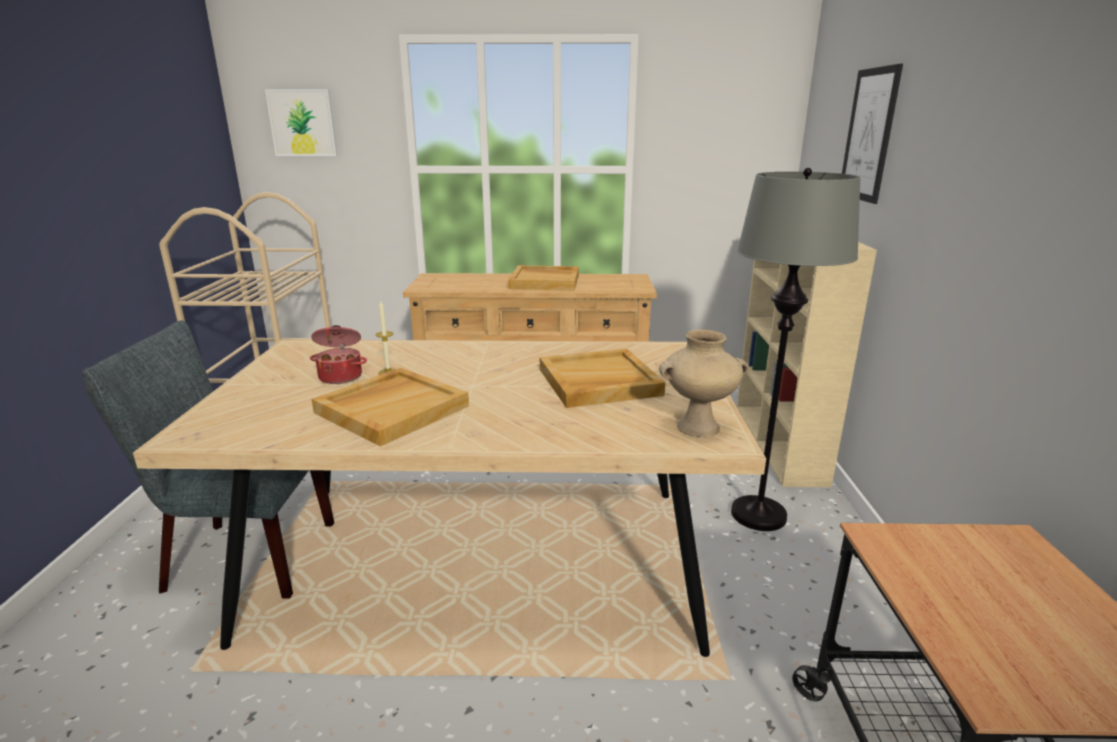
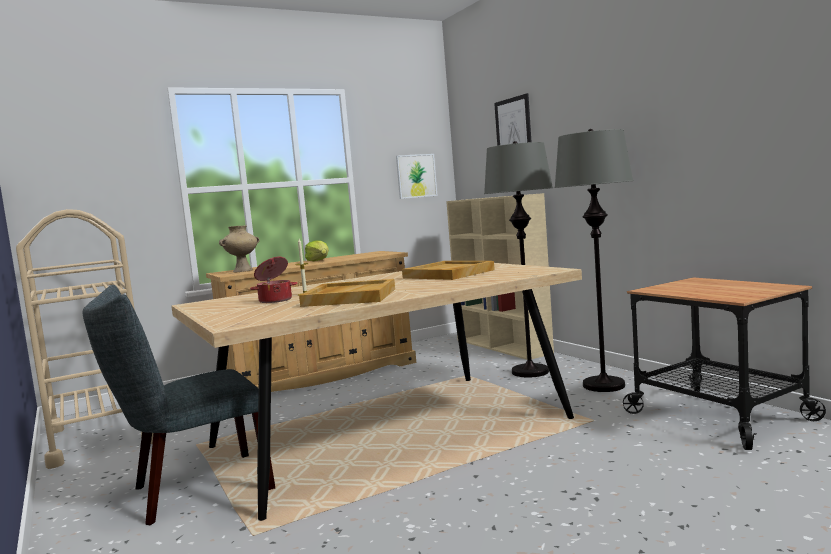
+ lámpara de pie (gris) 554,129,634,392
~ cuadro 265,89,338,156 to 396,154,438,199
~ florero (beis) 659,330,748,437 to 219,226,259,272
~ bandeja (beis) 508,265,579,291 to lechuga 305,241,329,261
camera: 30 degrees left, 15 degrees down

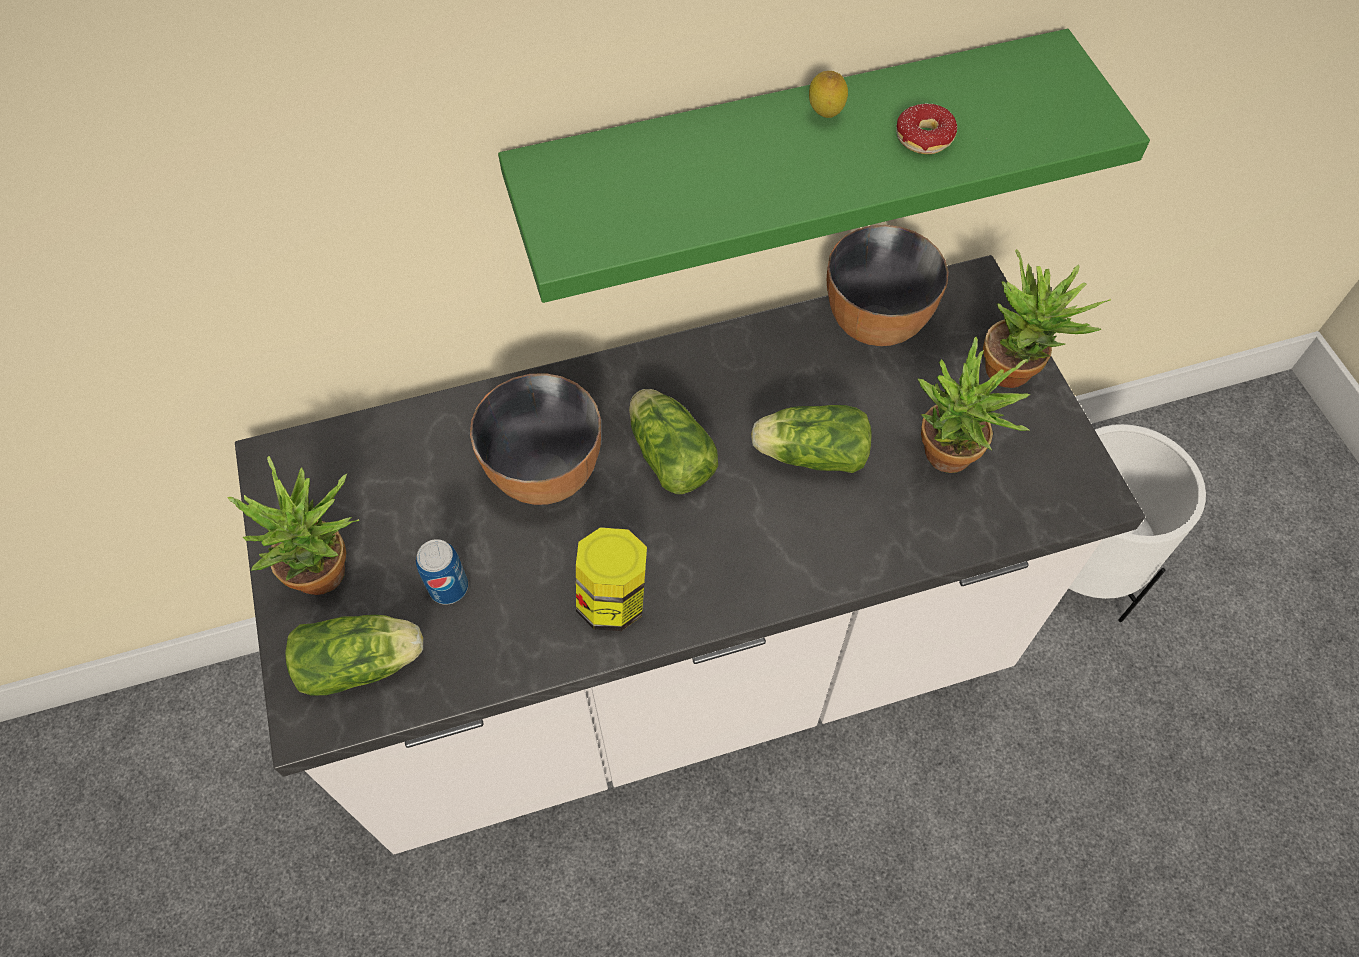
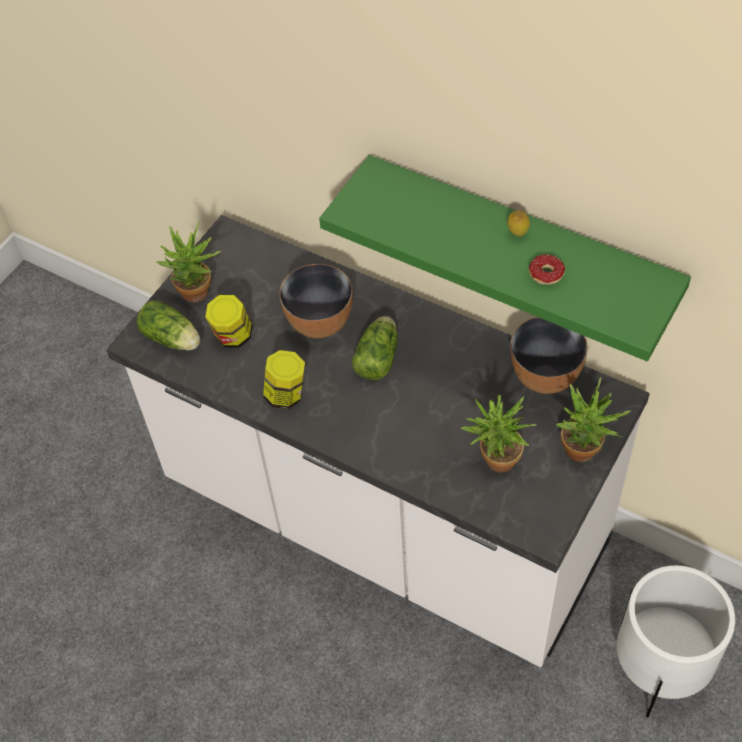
- lechuga 751,405,871,473
~ lata 416,539,468,604 to tarro 205,295,253,348
camera: 50 degrees right, 5 degrees down

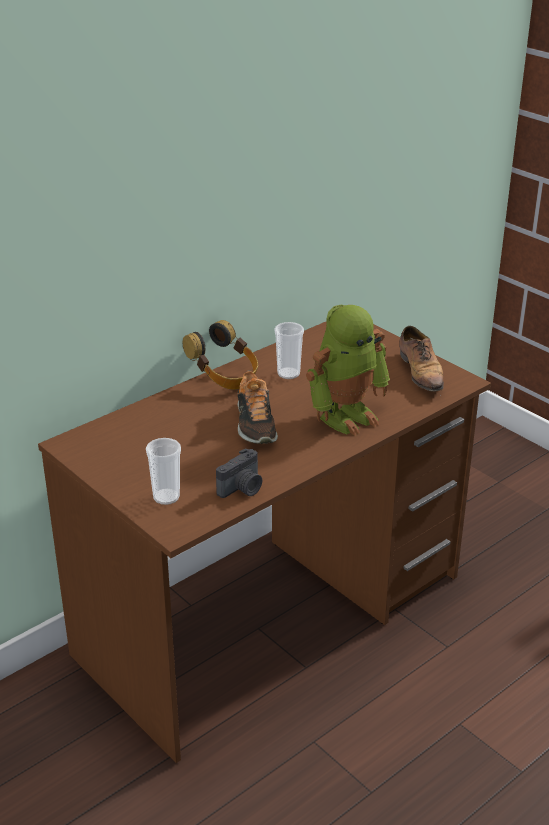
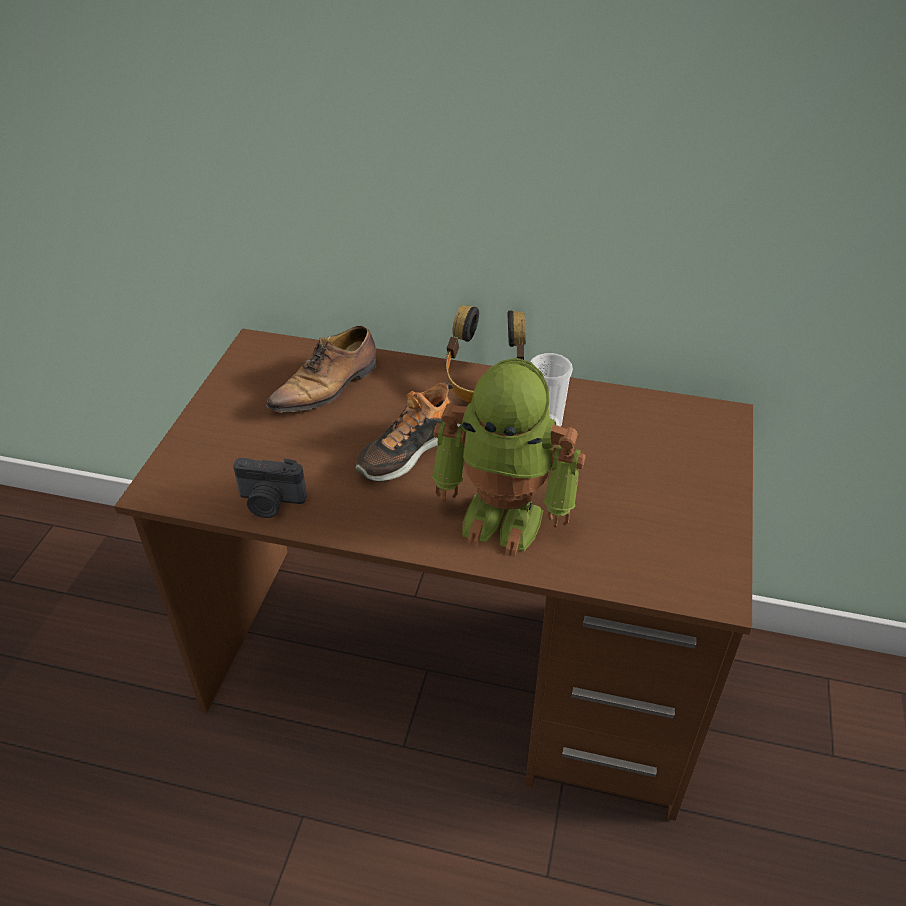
- taza 146,438,181,505
~ zapato 399,326,444,391 to 266,326,377,420
camera: 55 degrees right, 10 degrees up

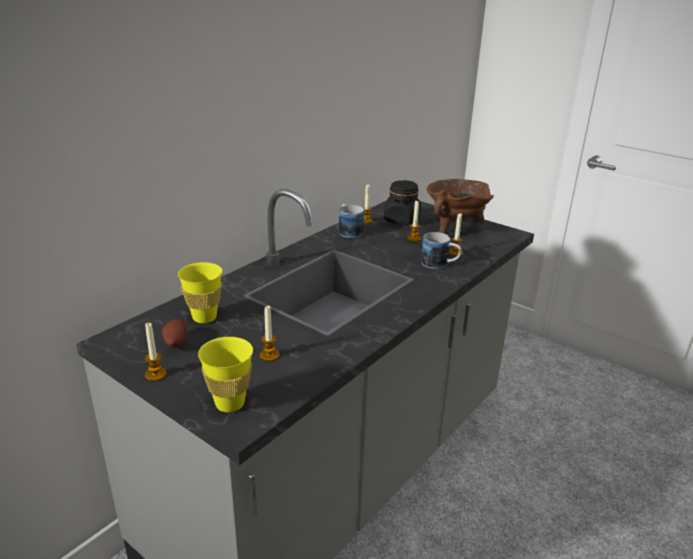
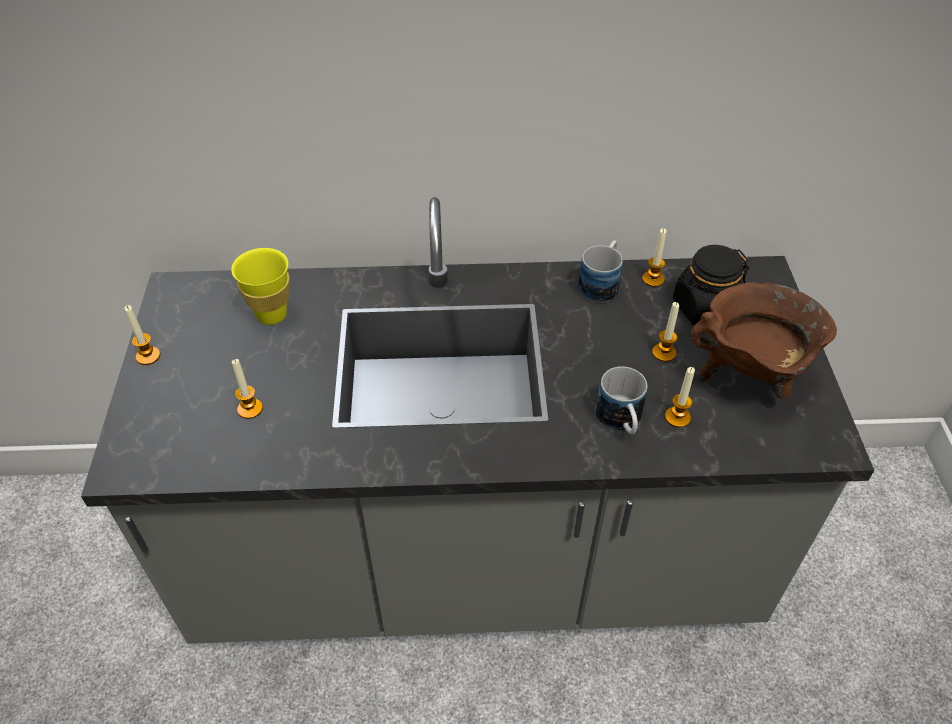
- patata 162,319,187,348
- taza (amarillo) 198,337,253,412
camera: 50 degrees right, 20 degrees up

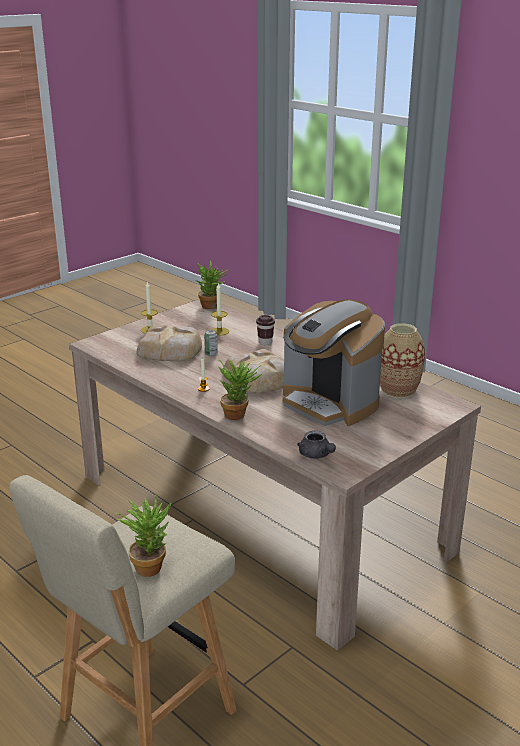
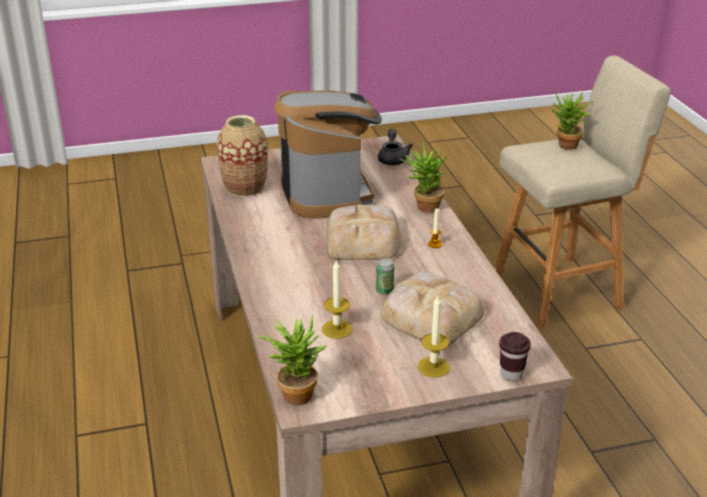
~ taza (marrón) 256,315,275,345 to 499,332,531,381
camera: 150 degrees left, 5 degrees up

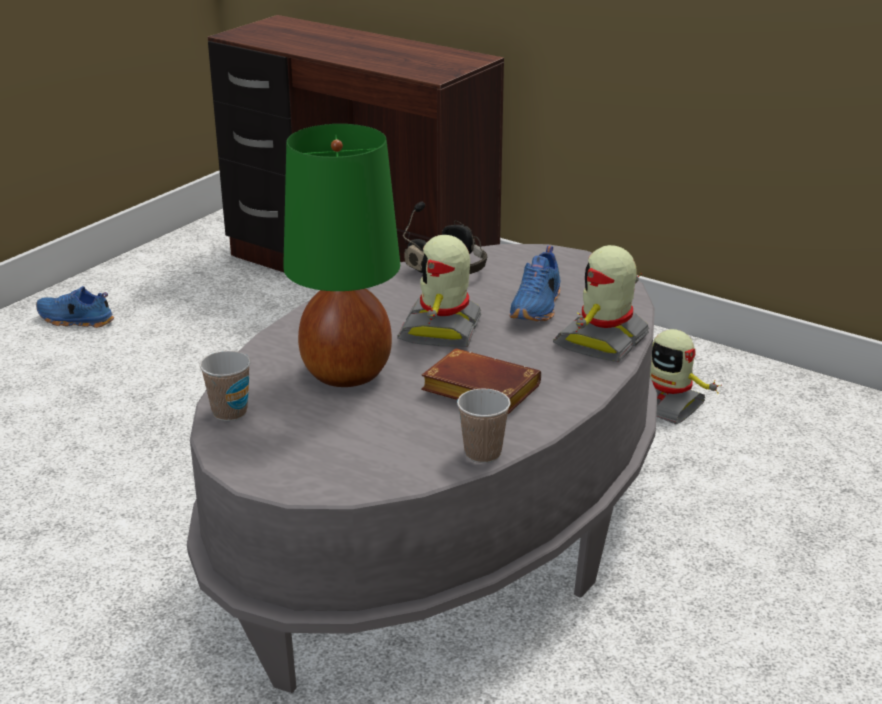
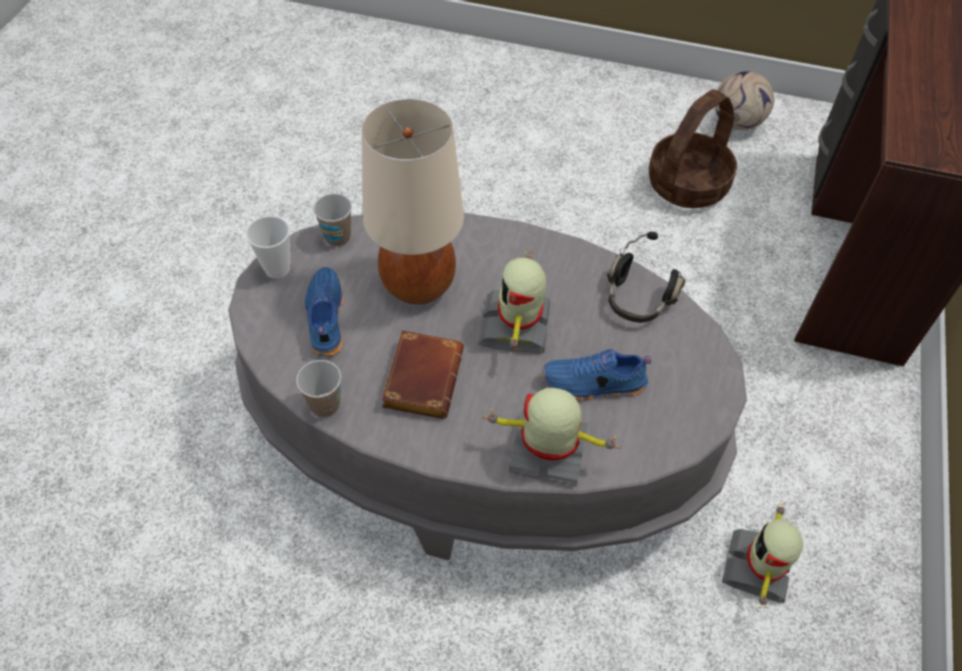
+ taza 246,216,290,279
+ cesta 649,89,737,208
+ balón de fútbol 715,71,774,130
~ zapato (azul) 36,286,114,328 to 305,267,344,357
~ lámpara de mesa (verde) 283,124,400,387 to lámpara de mesa (beis) 362,99,464,304
~ robot de juguete 397,235,481,347 = 478,252,550,353 75 degrees counterclockwise
camera: 70 degrees right, 25 degrees up

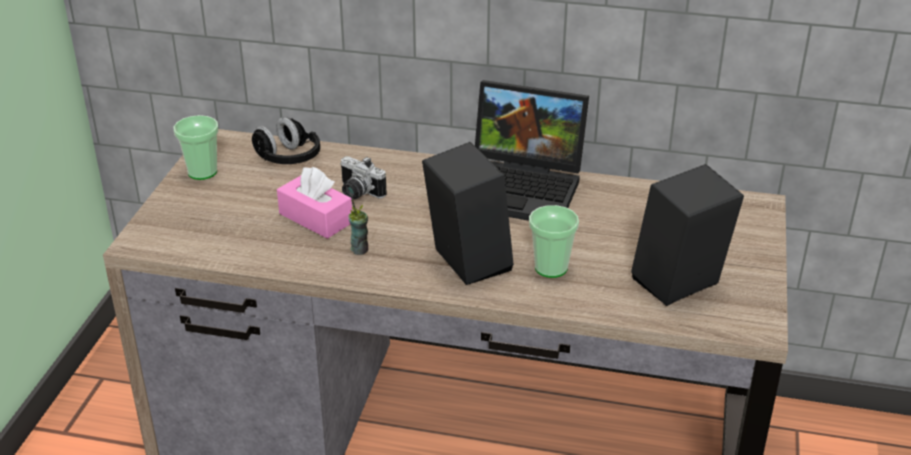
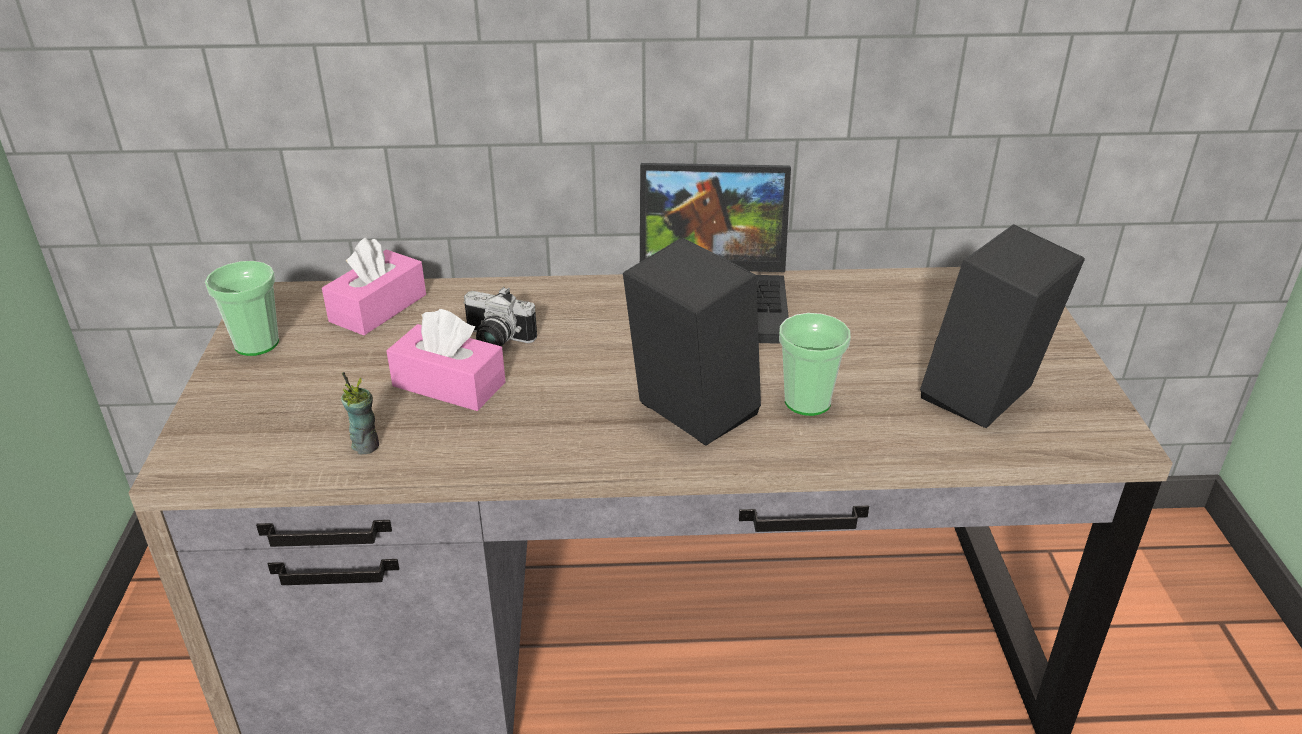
~ taza 348,199,368,255 to 341,372,379,454
~ auriculares (negro) 252,117,320,164 to caja de pañuelos (rosa) 322,237,426,335
camera: 15 degrees left, 0 degrees up

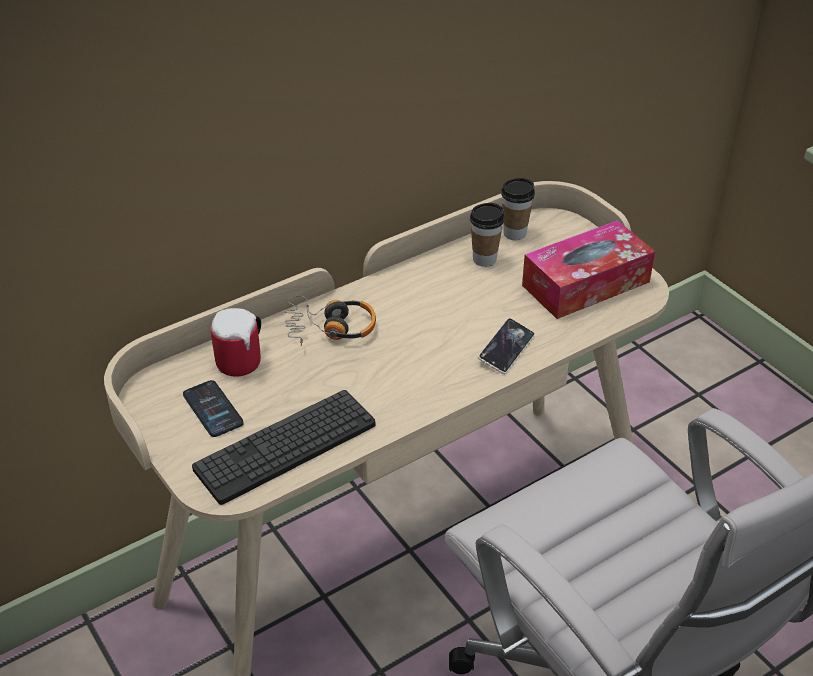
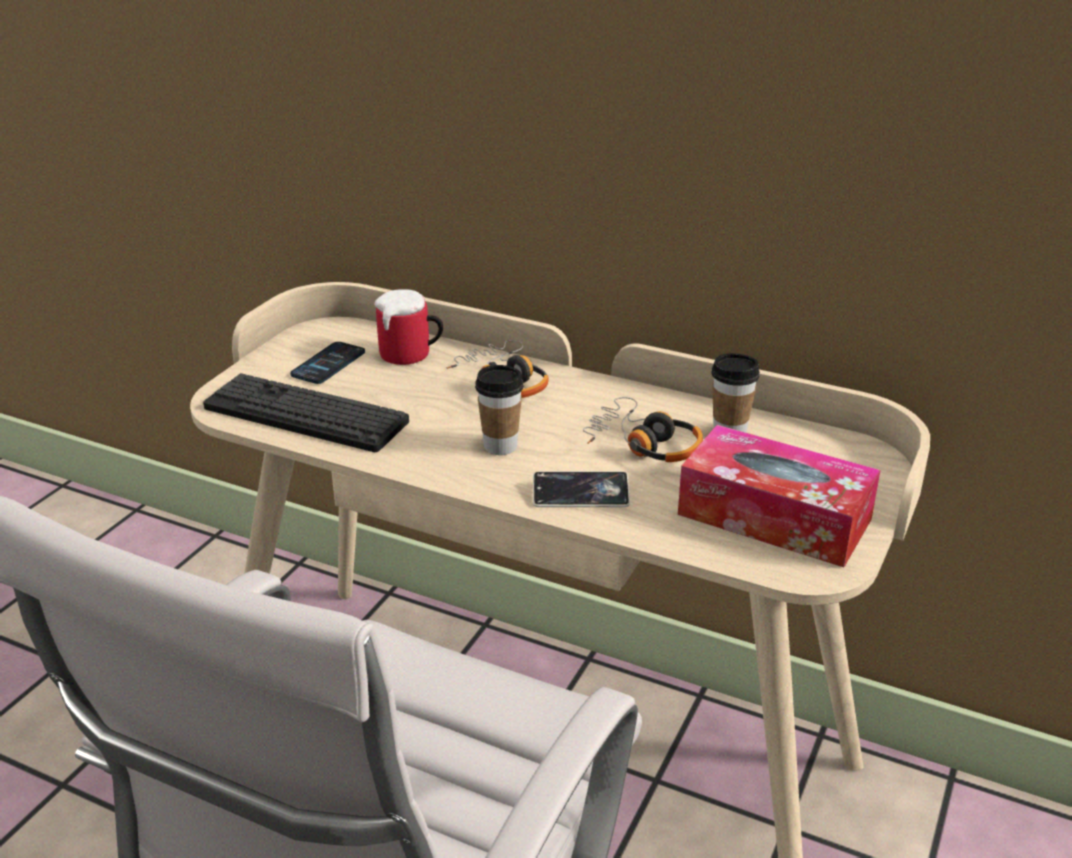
+ auriculares 583,397,703,462
~ taza 501,178,535,240 to 475,365,524,455
camera: 60 degrees right, 10 degrees down

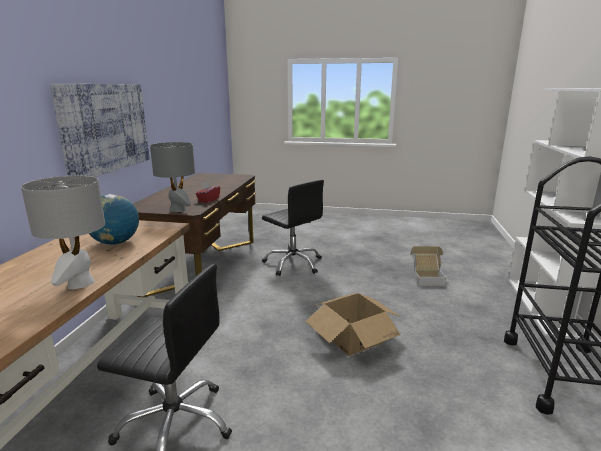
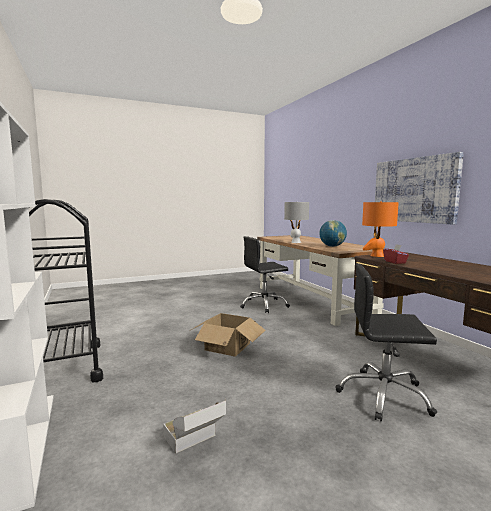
~ lámpara de mesa (gris) 150,142,195,212 to lámpara de mesa (naranja) 362,202,399,257
camera: 145 degrees right, 10 degrees down

